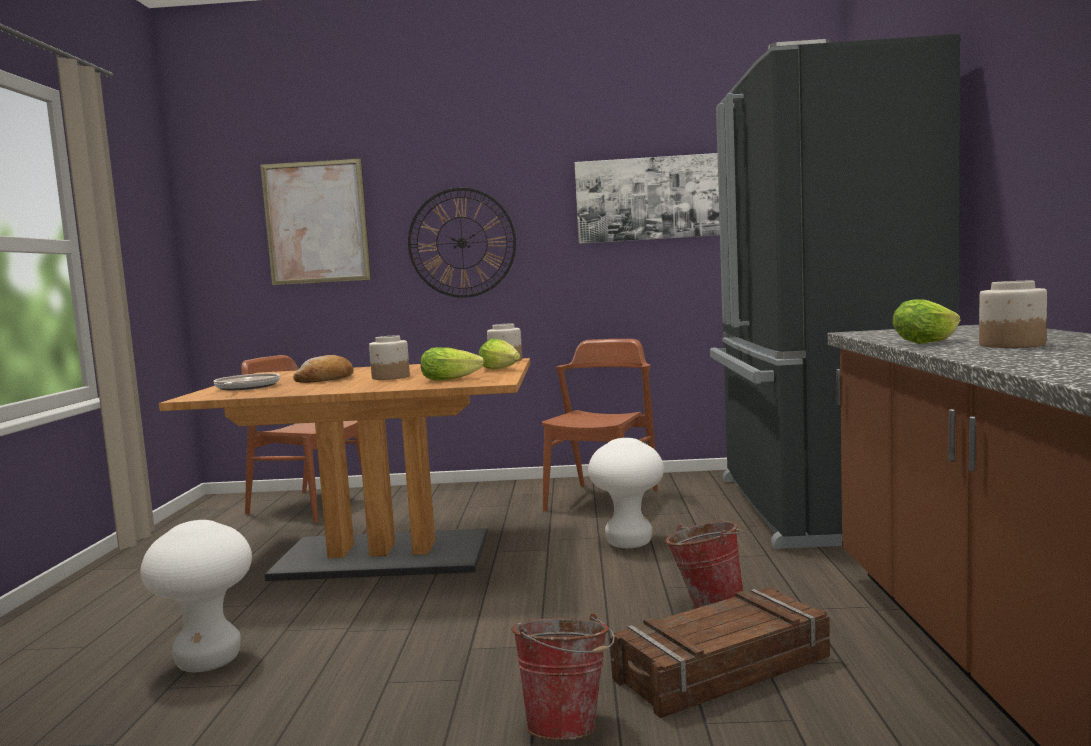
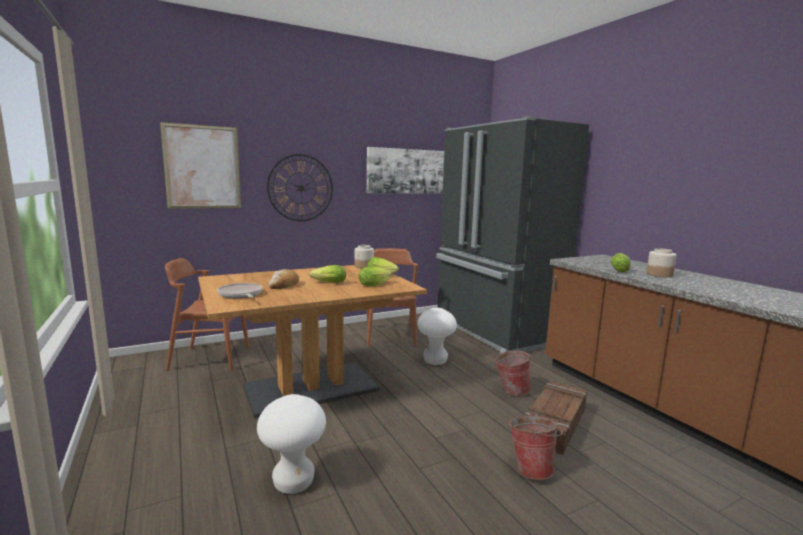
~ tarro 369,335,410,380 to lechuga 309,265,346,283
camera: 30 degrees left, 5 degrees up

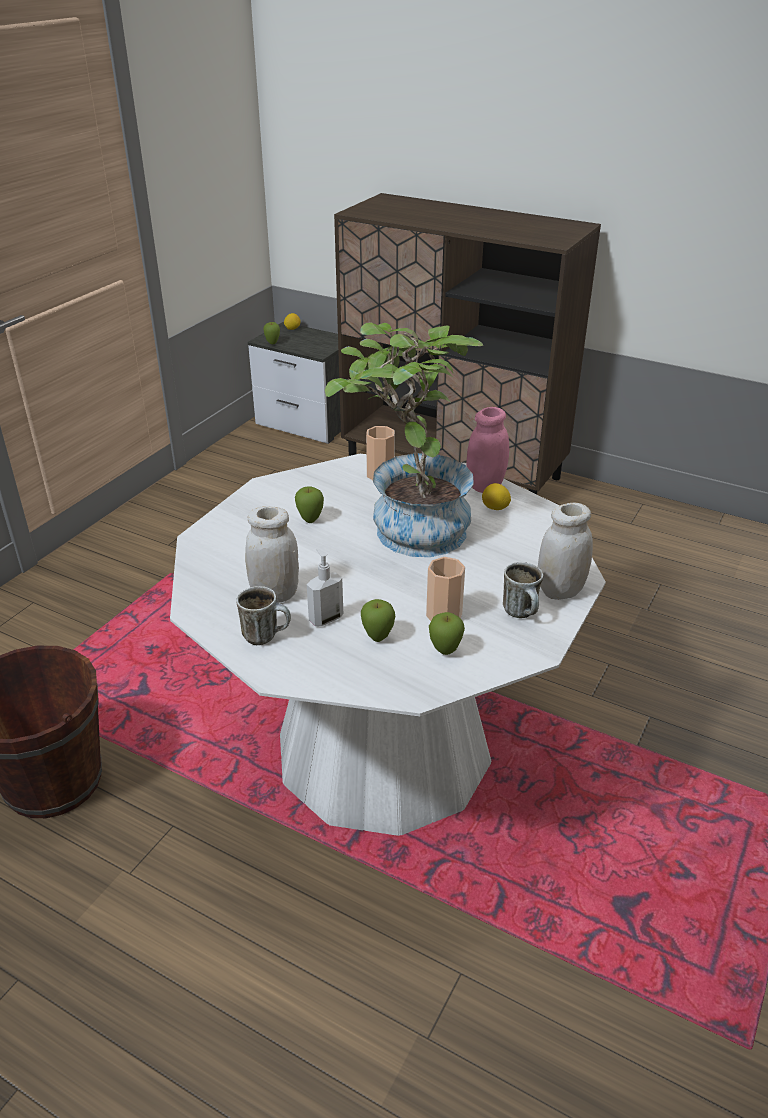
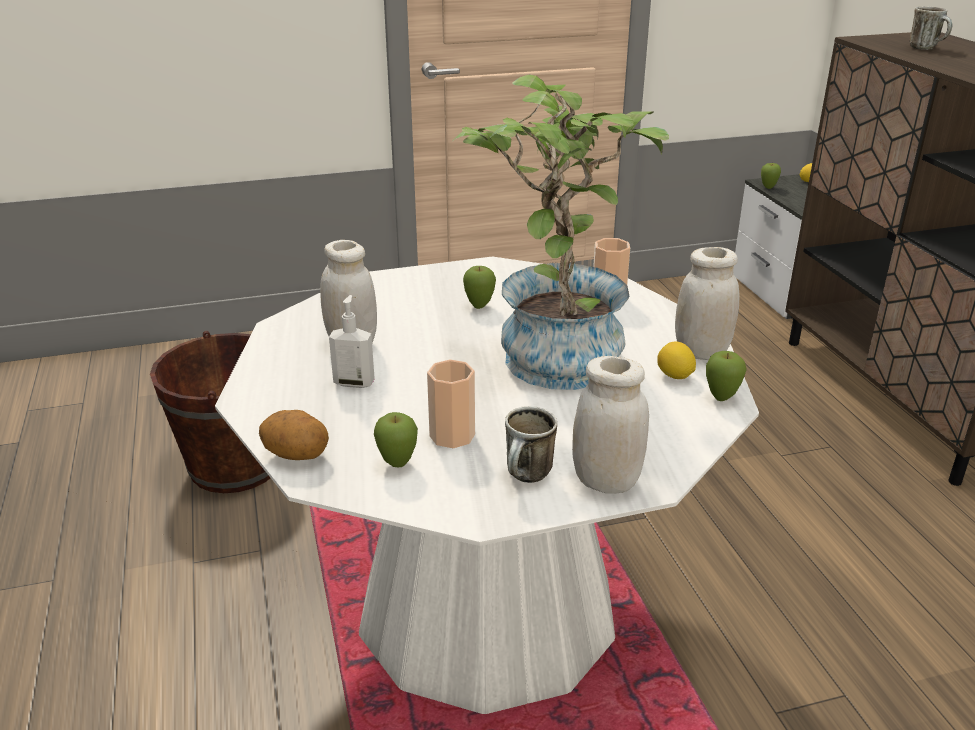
+ patata 259,410,329,460
~ taza grande 236,586,291,645 to 909,7,952,50
~ manzana 361,599,395,642 to 706,351,747,401
~ tarro (rosa) 467,407,509,493 to tarro (blanco) 675,247,740,360
camera: 45 degrees right, 5 degrees down

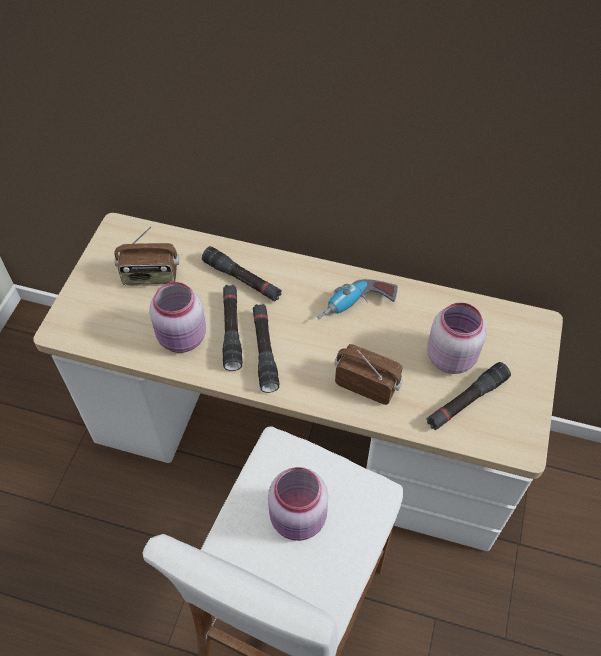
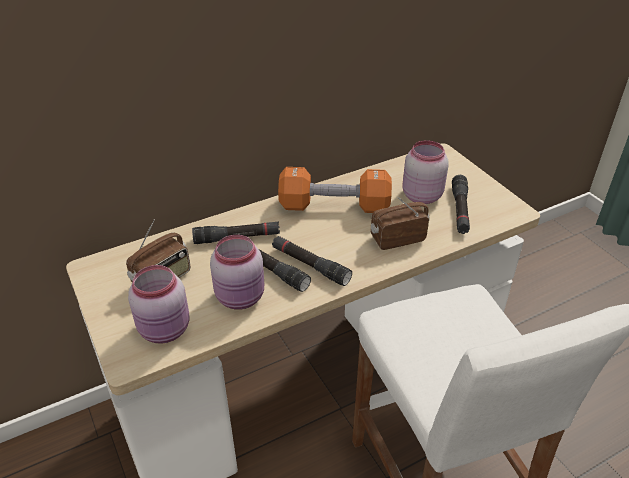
~ tarro (rosa) 268,467,328,541 to 128,265,190,344
~ taladro 317,279,398,319 to mancuerna (naranja) 278,167,392,213
camera: 45 degrees left, 15 degrees down

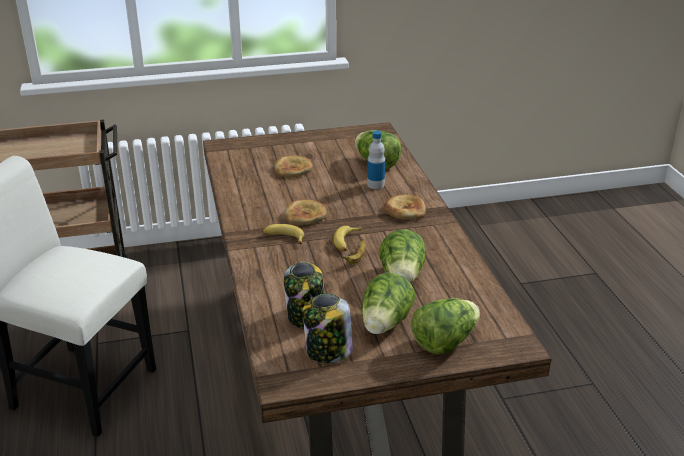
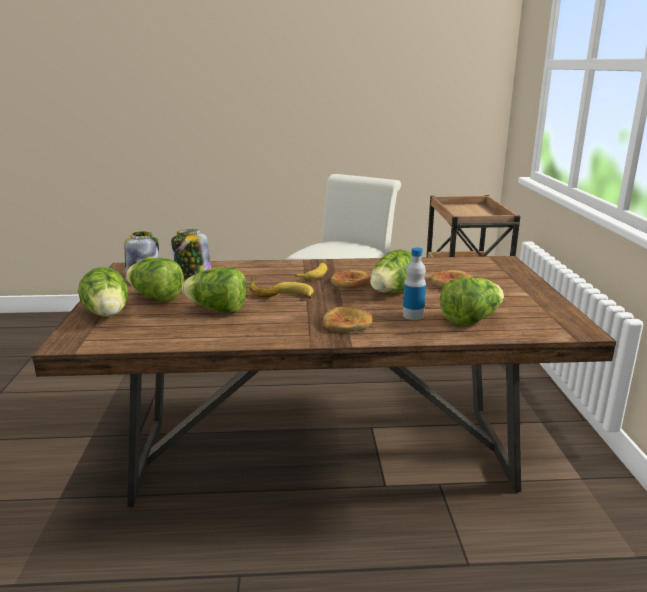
+ lechuga 370,250,412,293
camera: 100 degrees right, 10 degrees down

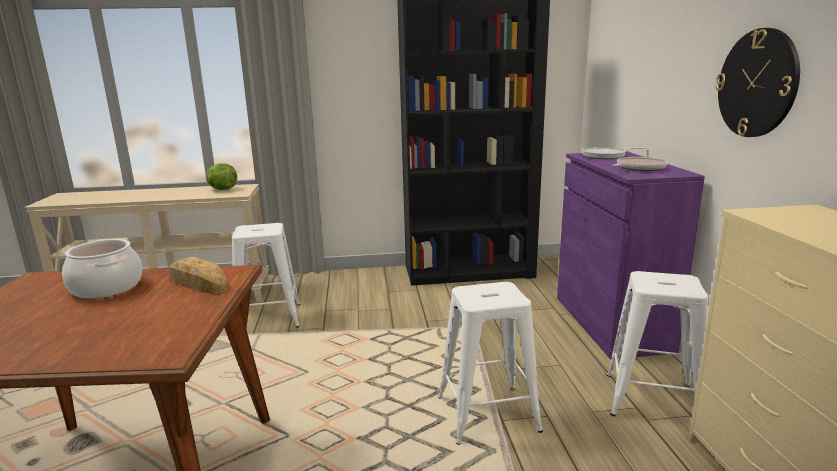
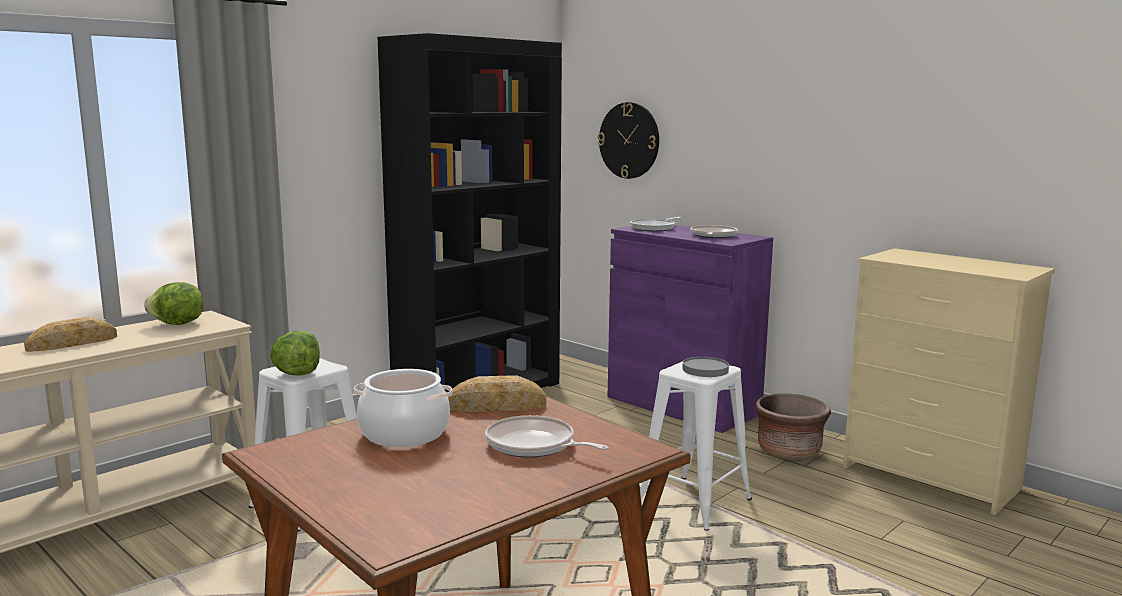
+ pan 24,317,117,352
+ lechuga 270,331,320,376
+ sartén 485,415,609,458
+ plato (gris) 682,357,729,377
~ reloj de pared 716,28,800,137 to 598,102,659,179
~ taburete (blanco) 607,271,708,416 to maceta (marrón) 755,393,831,461
camera: 40 degrees left, 5 degrees down

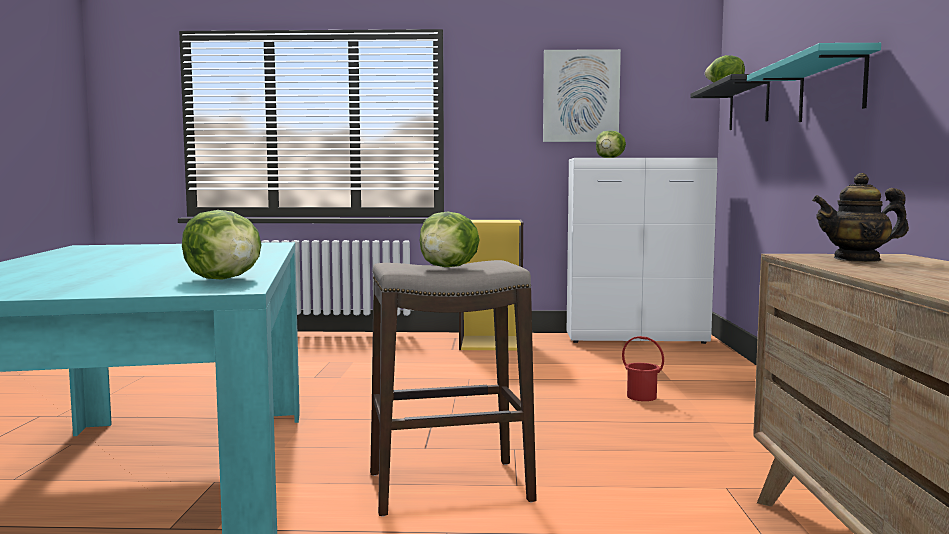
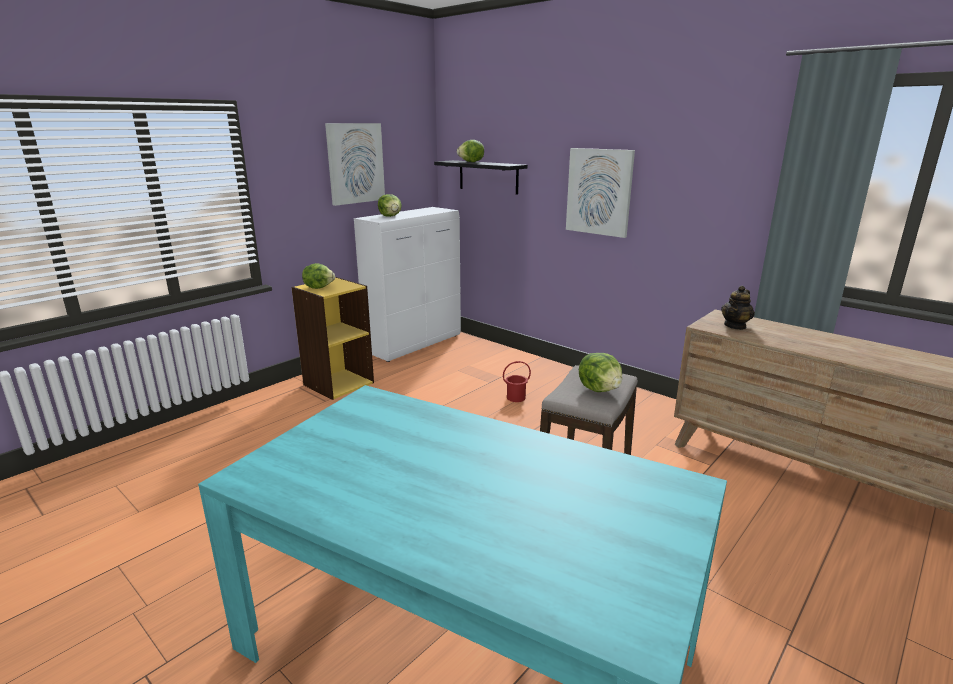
~ lechuga 182,210,262,279 to 302,263,335,289
~ estante (turquesa) 747,43,881,122 to cuadro 566,148,635,238
camera: 50 degrees left, 15 degrees up

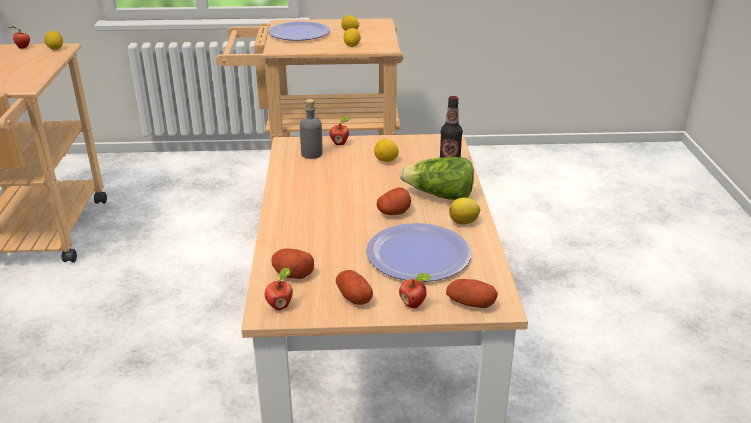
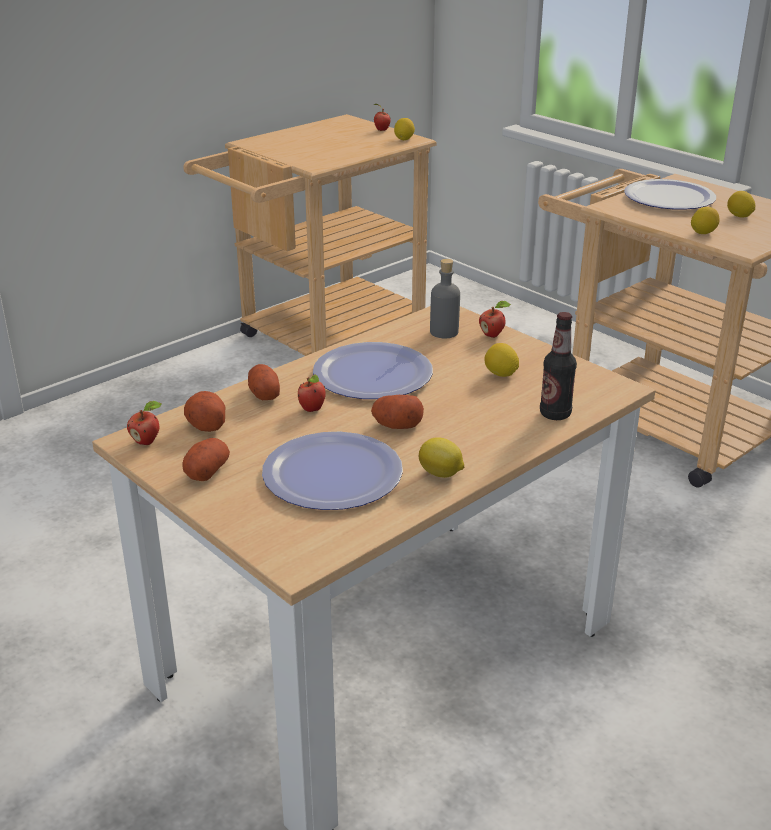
- lechuga 399,157,474,200
+ plato 313,342,433,399
~ manzana 399,273,431,309 to 298,374,326,412
~ patata 446,279,498,308 to 248,364,280,400
camera: 50 degrees right, 0 degrees up

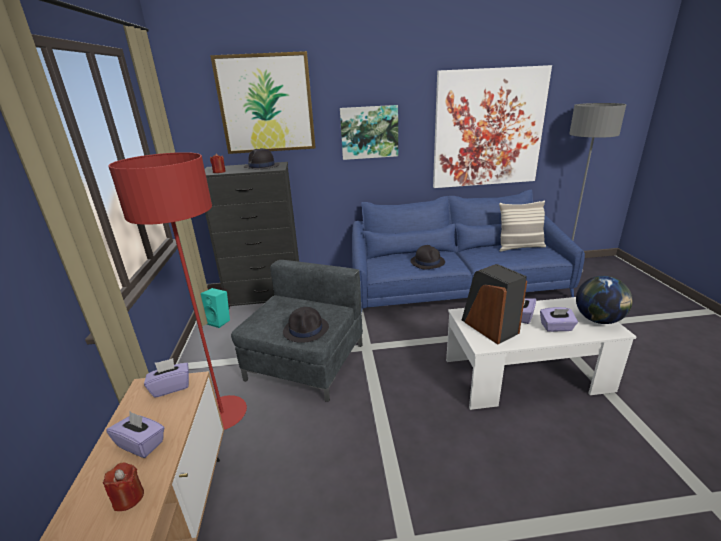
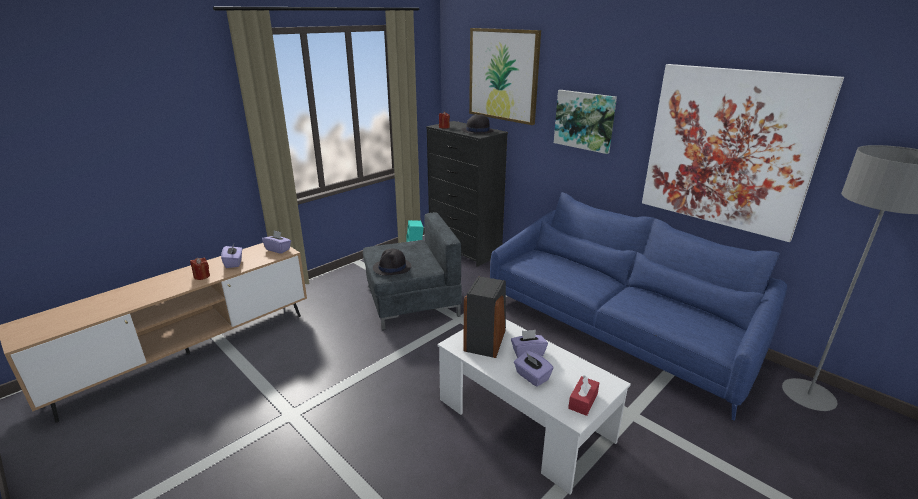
- lámpara de pie (rojo) 108,152,247,430
- sombrero (negro) 410,245,445,270
- cojín 499,200,546,252
~ globo terráqueo 576,276,633,324 to caja de pañuelos (rojo) 568,375,599,416
camera: 50 degrees right, 0 degrees up

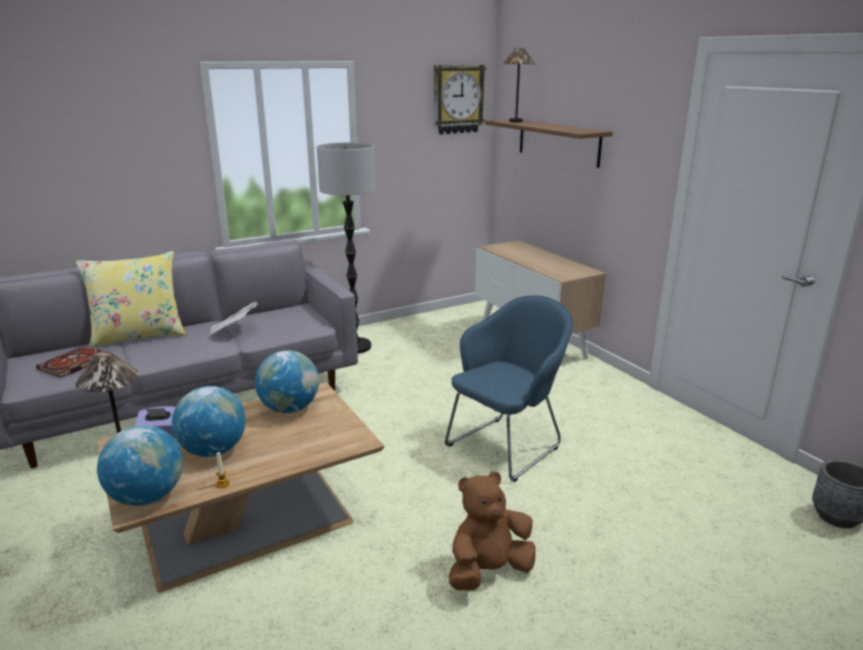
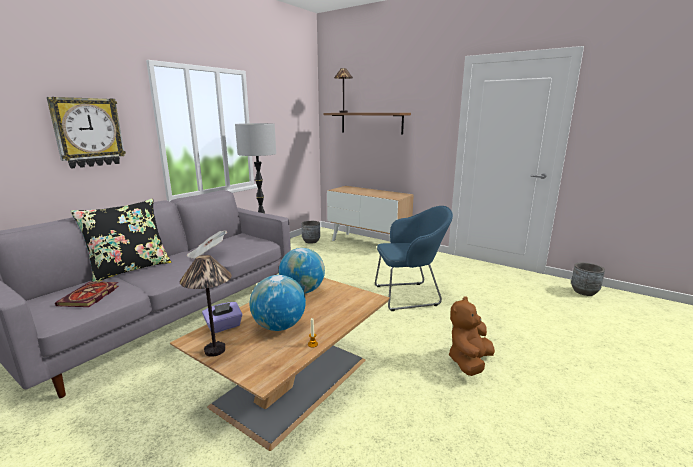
- globo terráqueo 97,425,183,506
+ maceta (gris) 301,221,320,244
~ reloj de pared 434,65,486,134 to 47,97,126,168
~ cojín (amarillo) 76,251,186,348 to cojín (negro) 70,198,171,282
~ sillón (azul) 445,295,573,482 = 375,206,453,311 60 degrees clockwise
camera: 25 degrees left, 5 degrees down

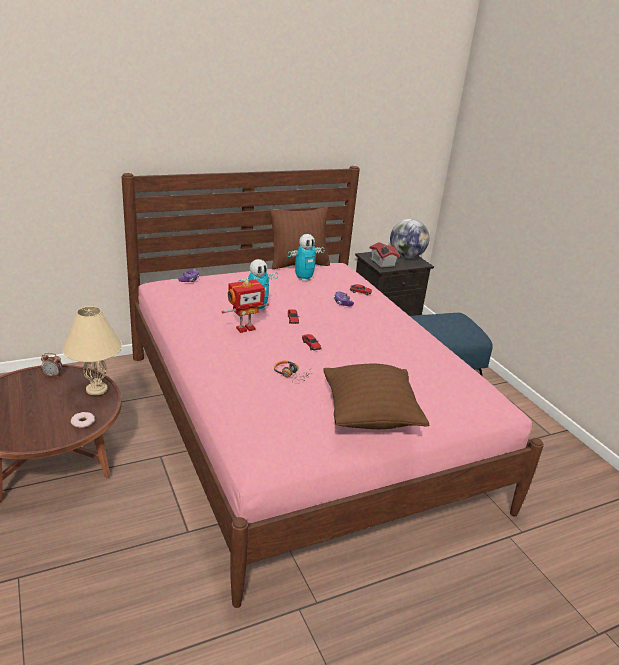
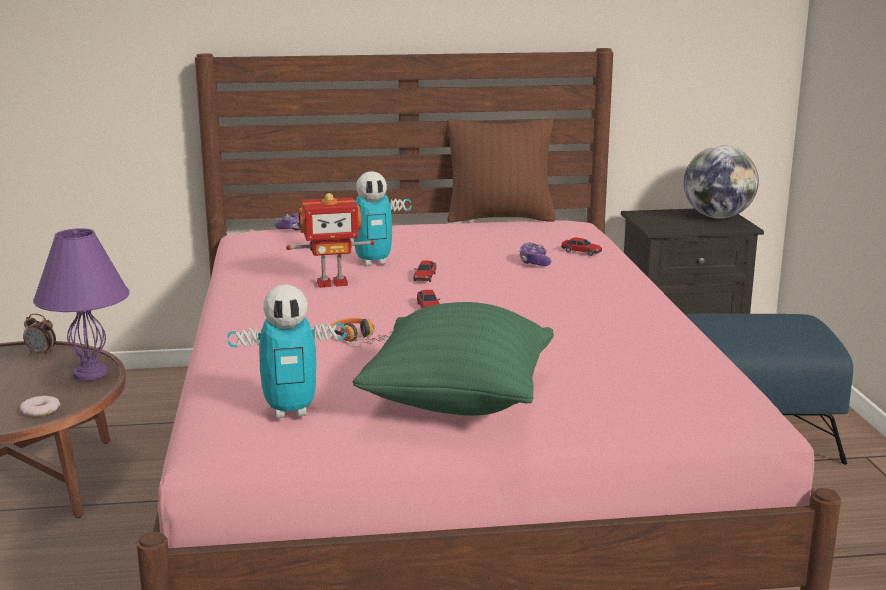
- casita 369,242,400,269
~ robot de juguete 288,234,324,282 to 228,285,346,418
~ lámpara de mesa (beis) 62,306,122,395 to lámpara de mesa (morado) 33,228,130,380
~ cojín (marrón) 323,364,429,429 to cojín (verde) 353,302,554,416
camera: 20 degrees right, 10 degrees down

